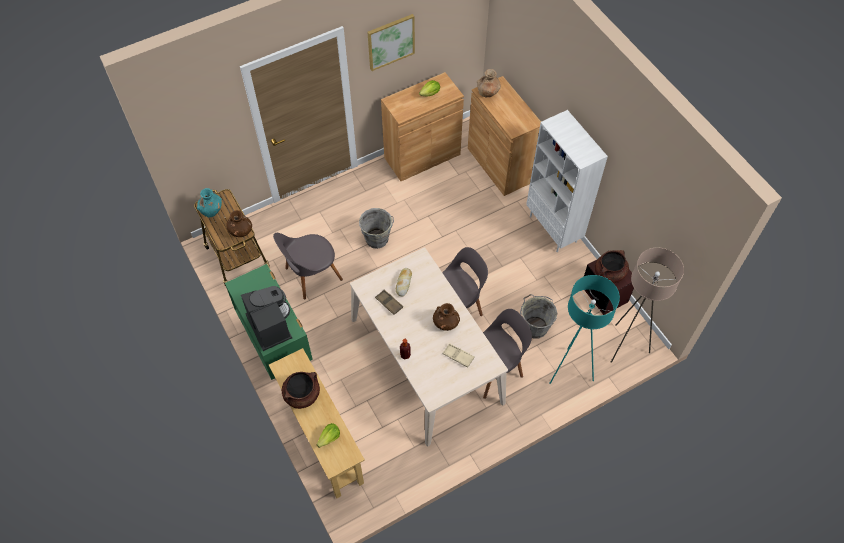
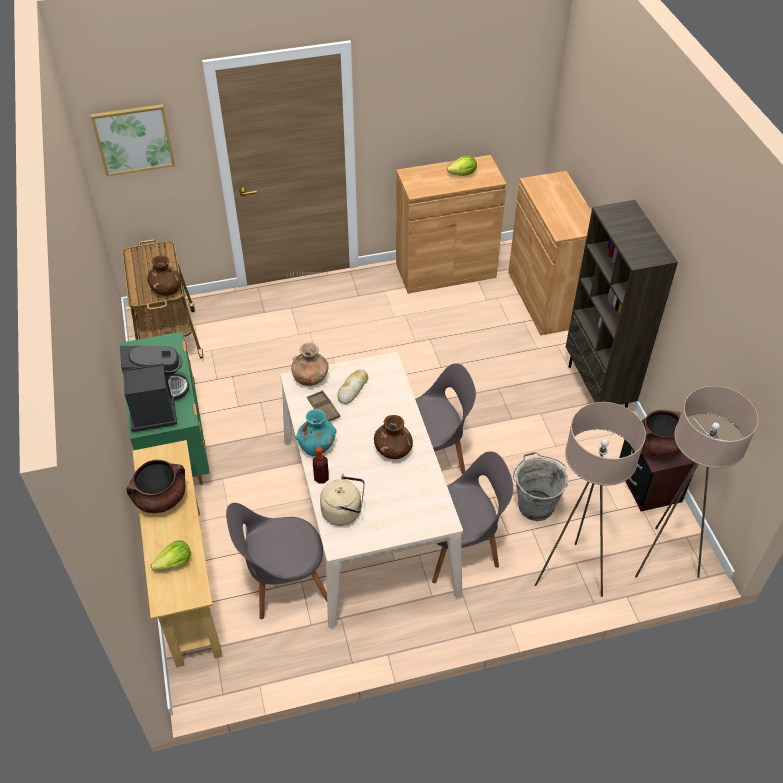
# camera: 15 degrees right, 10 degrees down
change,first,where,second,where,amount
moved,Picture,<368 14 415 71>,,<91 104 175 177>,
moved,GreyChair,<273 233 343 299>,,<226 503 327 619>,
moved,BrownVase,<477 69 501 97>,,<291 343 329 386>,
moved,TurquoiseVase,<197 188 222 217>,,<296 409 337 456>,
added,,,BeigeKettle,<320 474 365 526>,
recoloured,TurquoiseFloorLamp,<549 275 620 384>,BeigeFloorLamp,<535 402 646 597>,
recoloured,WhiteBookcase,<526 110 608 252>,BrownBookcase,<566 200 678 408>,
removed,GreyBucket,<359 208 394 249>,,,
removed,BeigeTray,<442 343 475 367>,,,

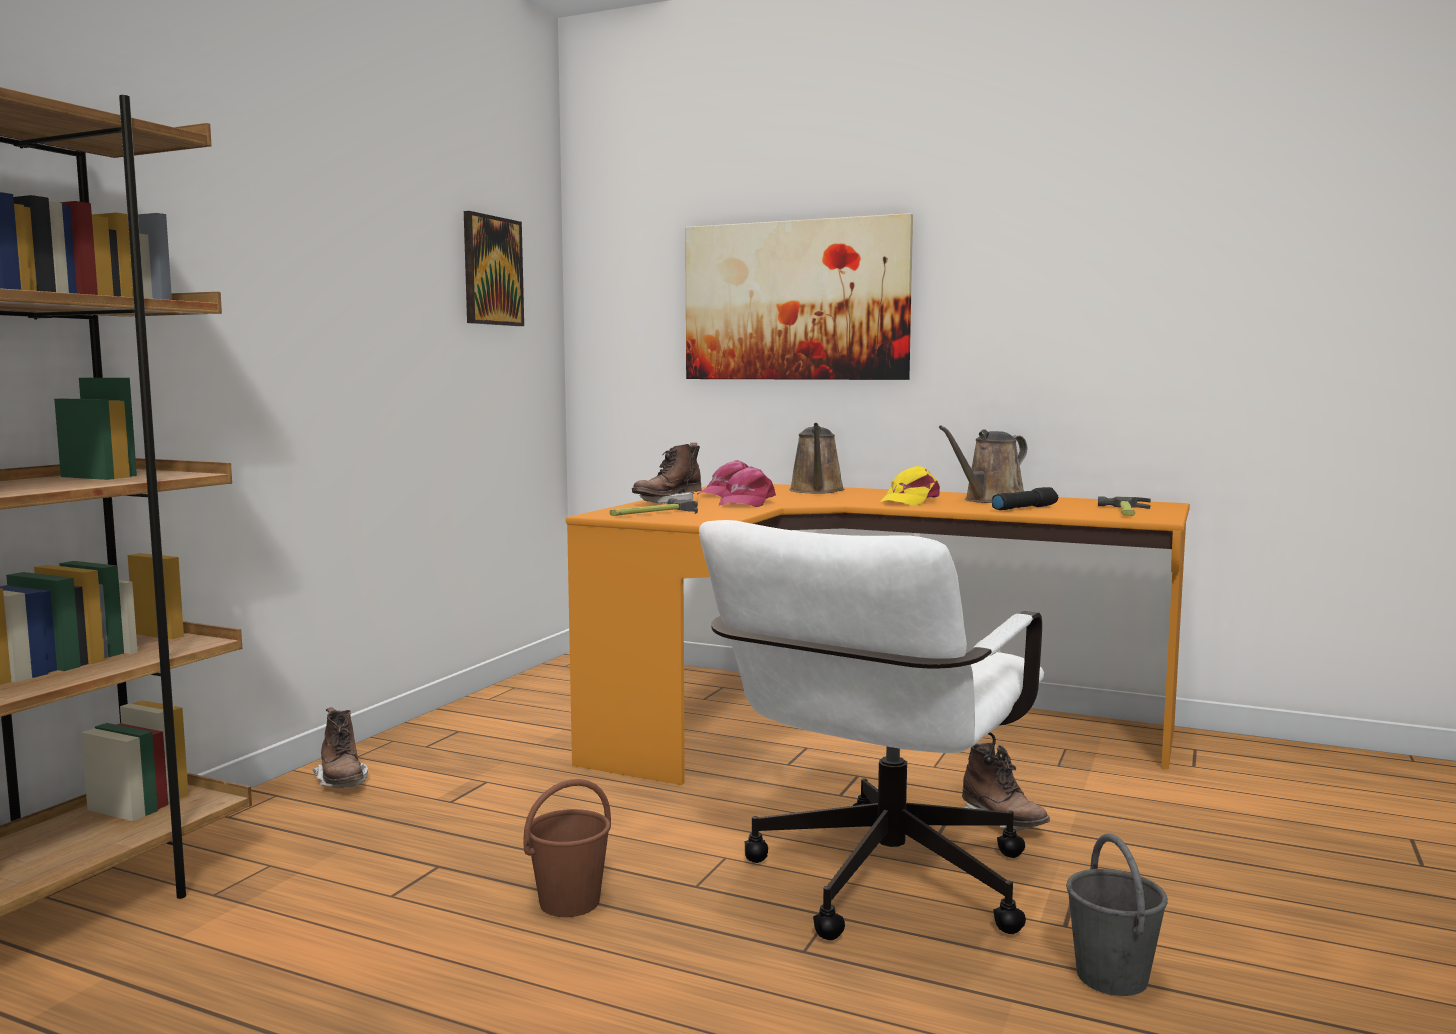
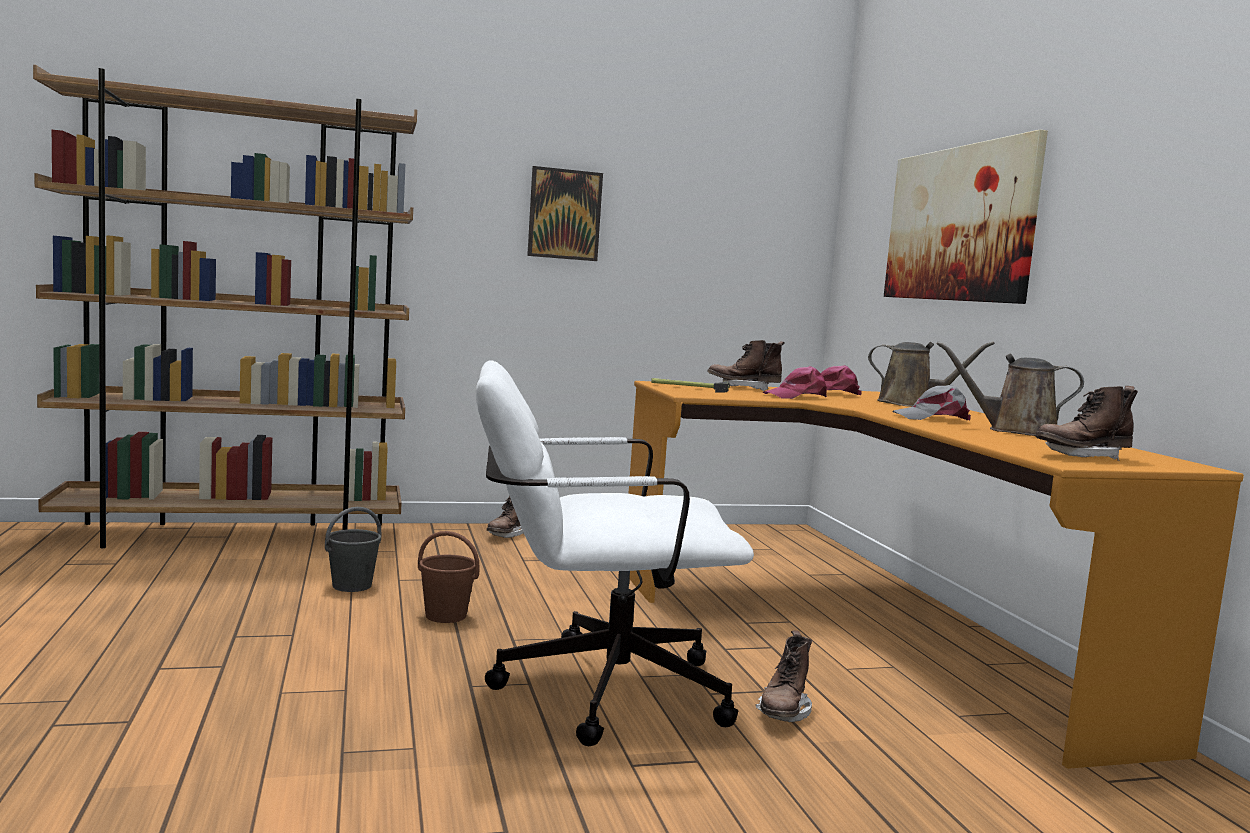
# camera: 50 degrees right, 0 degrees up
change,first,where,second,where,amount
moved,GreyBucket,<1066 833 1168 996>,,<325 507 381 592>,
moved,Picture,<464 211 524 326>,,<527 166 603 261>,
turned,BrownWateringCan,<789 423 845 494>,,<868 341 995 407>,120 degrees counterclockwise
recoloured,YellowCap,<880 466 940 506>,GreyCap,<892 385 971 420>,
replaced,Hammer,<1098 496 1151 516>,BrownBoot,<1035 386 1138 461>,
removed,BlackFlashlight,<992 487 1058 510>,,,

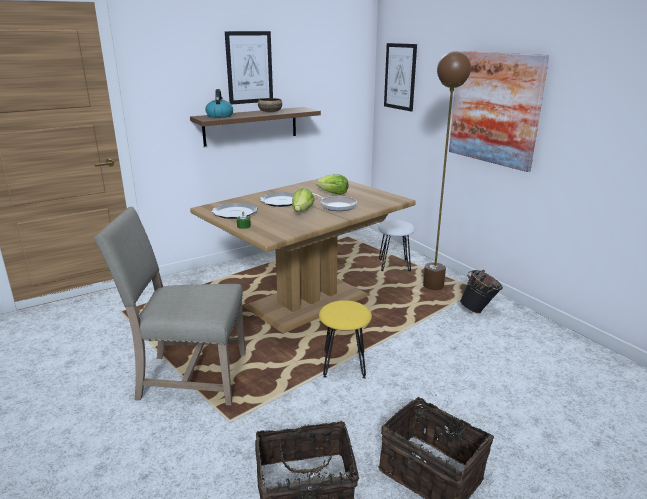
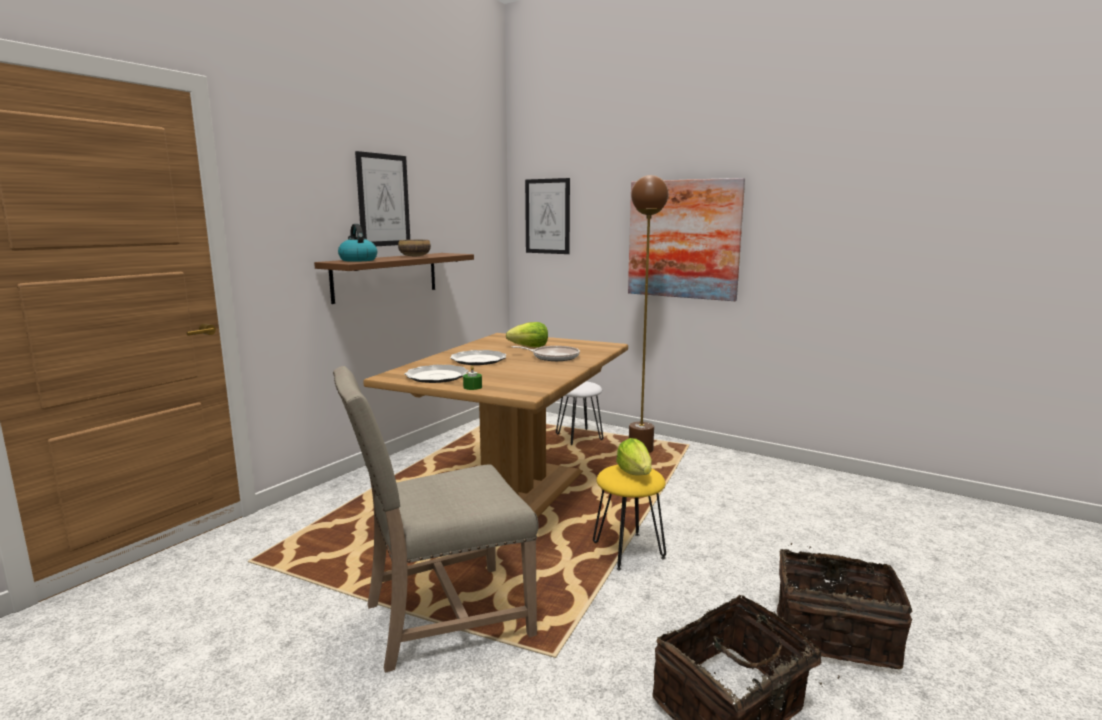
# camera: 25 degrees left, 10 degrees down
change,first,where,second,where,amount
moved,Lettuce,<292 188 315 212>,,<616 438 652 476>,
removed,BlackBucket,<460 270 503 314>,,,

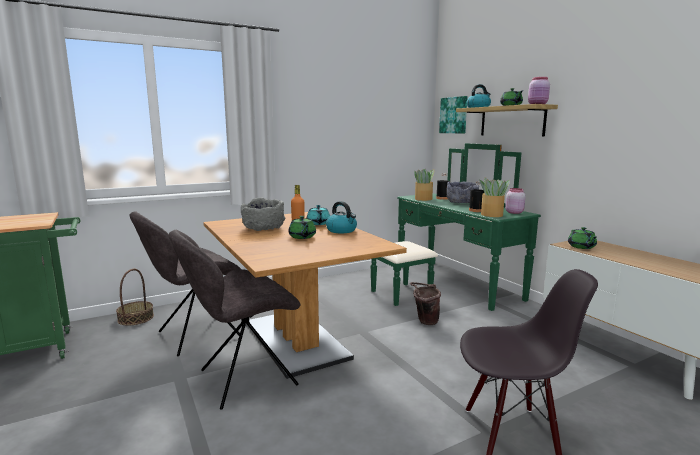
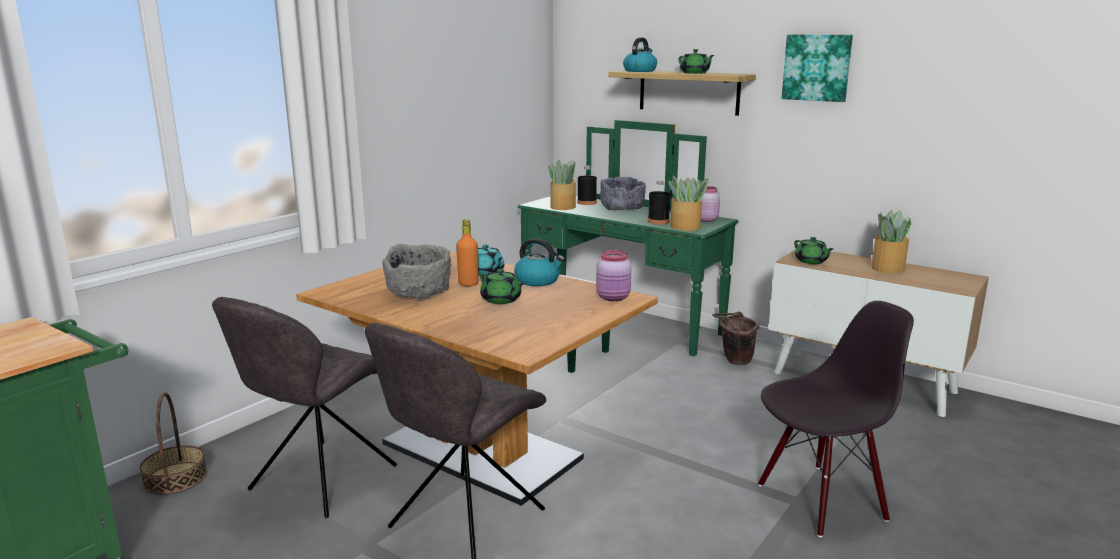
# camera: 25 degrees left, 5 degrees up
change,first,where,second,where,amount
moved,PinkJar,<528 77 550 104>,,<596 250 631 301>,
moved,BrownBucket,<410 282 441 325>,,<712 312 759 365>,
moved,Picture,<439 96 468 133>,,<781 35 853 102>,
added,,,PottedPlant,<871 210 911 273>,

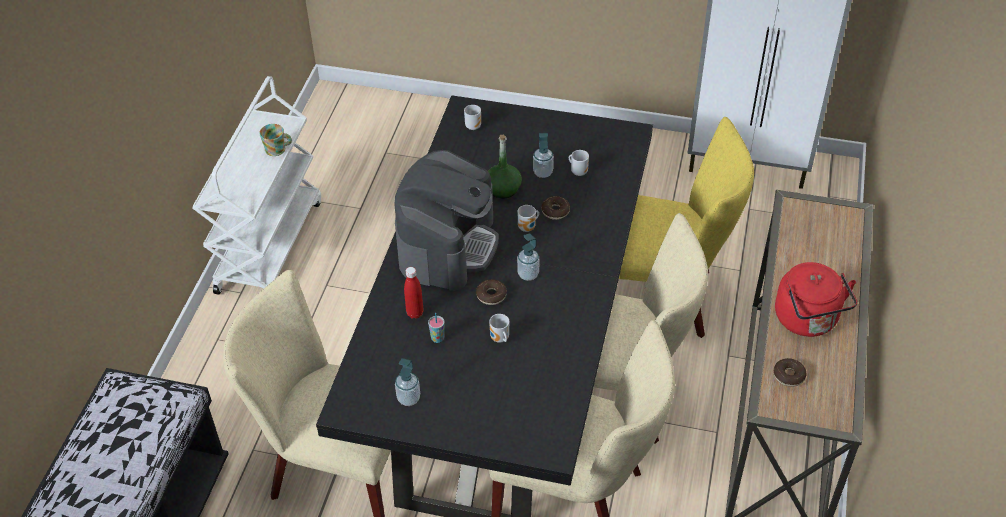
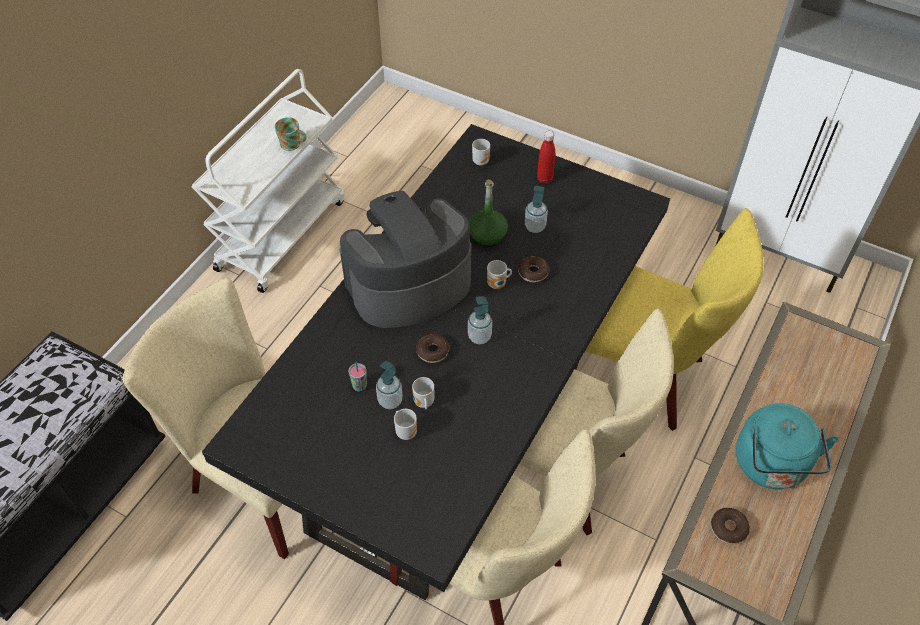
# camera: 15 degrees right, 5 degrees up
change,first,where,second,where,amount
turned,CoffeeMachine,<394 150 499 291>,,<340 191 471 328>,150 degrees counterclockwise
moved,SoapDispenser,<395 358 420 406>,,<376 360 402 409>,
moved,Mug,<569 150 589 176>,,<394 409 417 440>,
moved,RedBottle,<404 267 424 319>,,<537 131 555 184>,
recoloured,RedKettle,<775 262 858 337>,TurquoiseKettle,<736 403 838 490>,

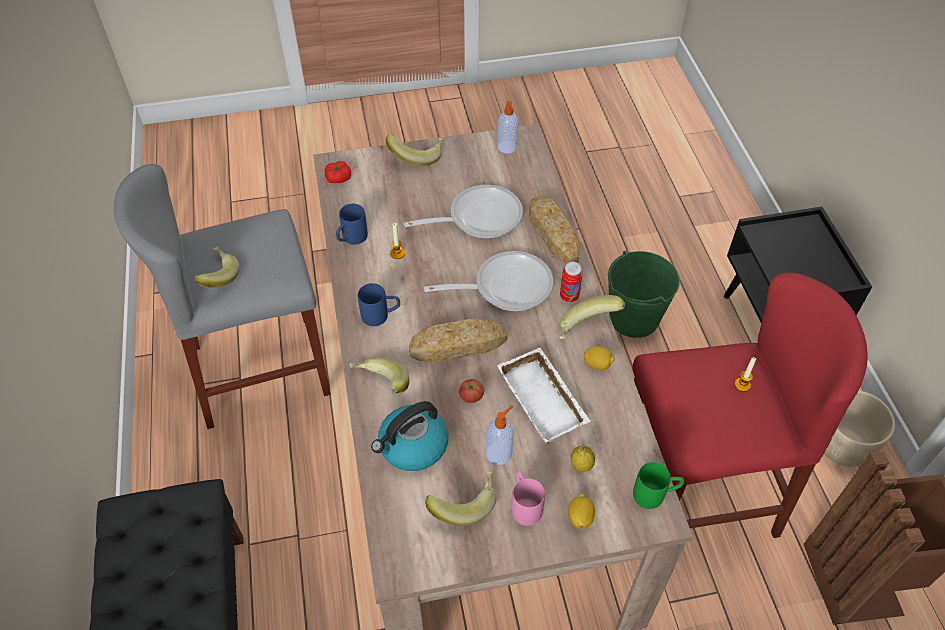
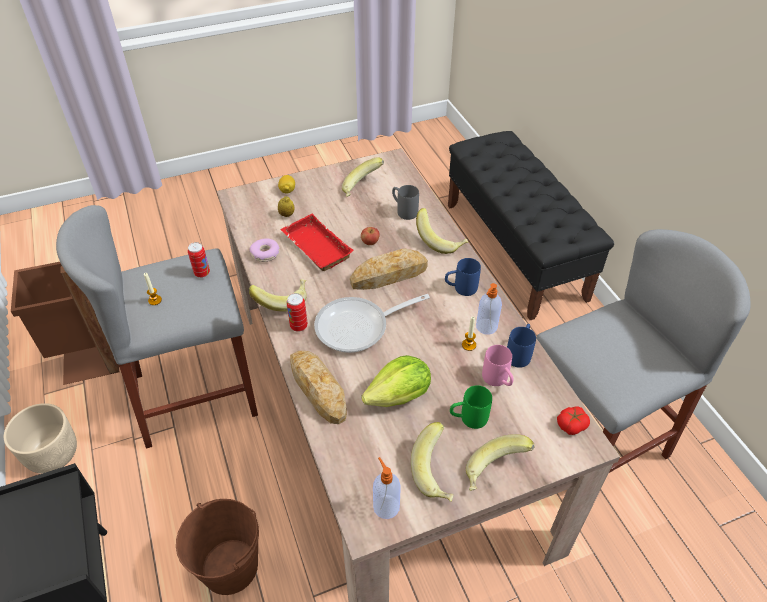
# camera: 170 degrees right, 5 degrees down
change,first,where,second,where,amount
recoloured,RedStool,<633 272 868 538>,GreyStool,<56 205 258 449>,
recoloured,GreenBucket,<608 251 680 338>,BrownBucket,<176 499 259 595>,
added,,,Can,<188 242 210 278>,
added,,,Donut,<249 238 280 262>,
recoloured,WhiteTray,<497 348 591 444>,RedTray,<281 214 354 271>,
replaced,FryingPan,<403 185 523 238>,Lettuce,<361 355 431 407>,
replaced,Kettle,<371 401 448 471>,GreyMug,<392 185 419 220>,
moved,Banana,<194 247 239 288>,,<411 422 454 502>,
moved,GreenMug,<633 462 684 509>,,<450 385 492 429>,
moved,SoapDispenser,<486 406 514 465>,,<476 283 502 335>,
moved,PinkMug,<511 470 545 526>,,<482 345 513 386>,
removed,Lemon,<584 346 615 370>,,,

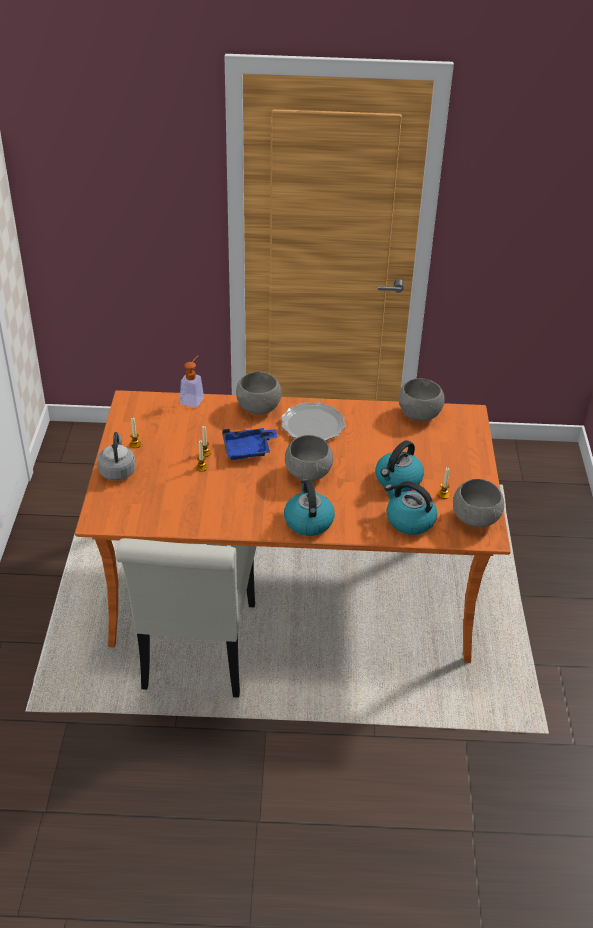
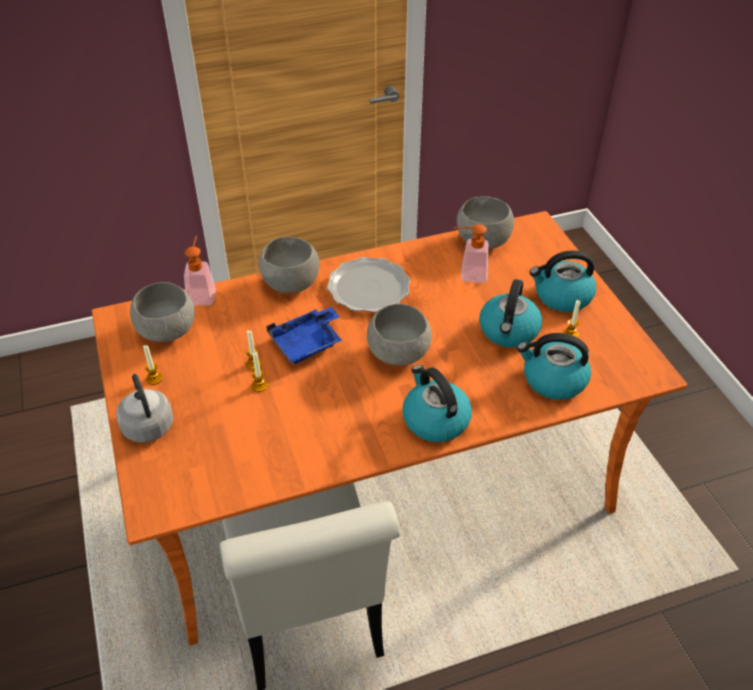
# camera: 20 degrees left, 5 degrees up
change,first,where,second,where,amount
moved,GreyBowl,<453 479 504 527>,,<130 282 195 342>,
added,,,SoapDispenser,<454 224 488 283>,
added,,,Kettle,<530 250 596 312>,

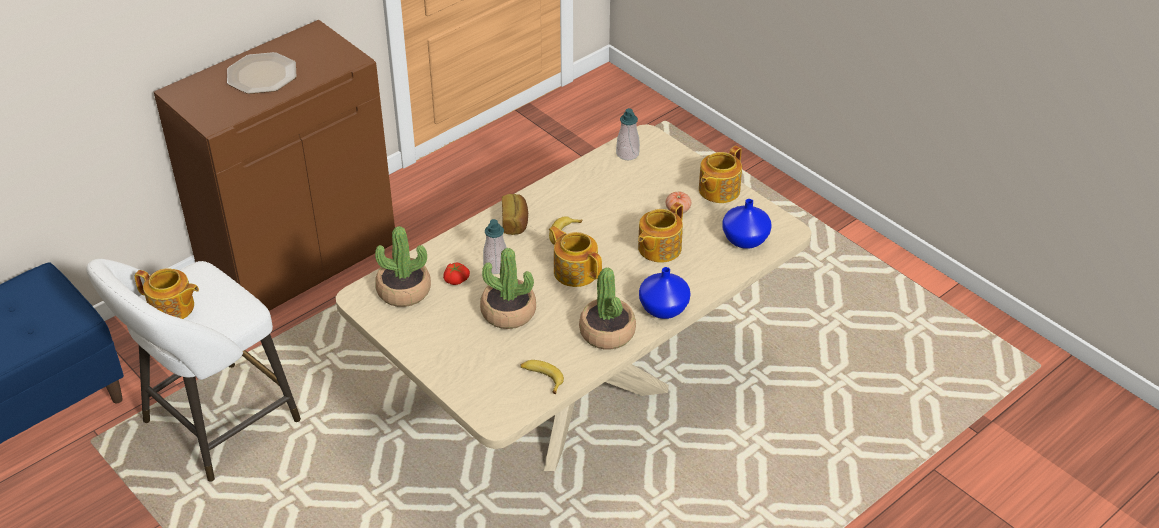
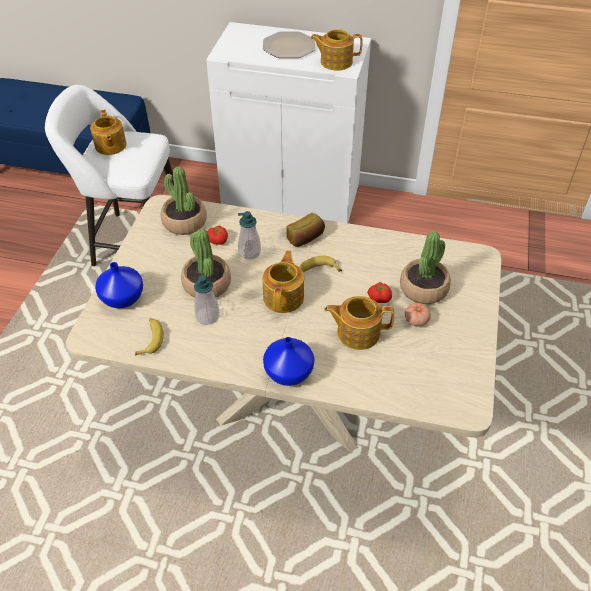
# camera: 55 degrees right, 5 degrees up
change,first,where,second,where,amount
moved,BlueVase,<722 199 772 249>,,<95 262 143 308>,
moved,SoapDispenser,<616 108 640 161>,,<194 275 219 325>,
recoloured,BrownCabinet,<154 20 395 311>,WhiteCabinet,<206 22 371 223>,
moved,Teapot,<699 146 742 203>,,<310 29 362 71>,
added,,,Tomato,<367 282 392 303>,
moved,PottedPlant,<579 268 636 349>,,<400 231 451 304>,

